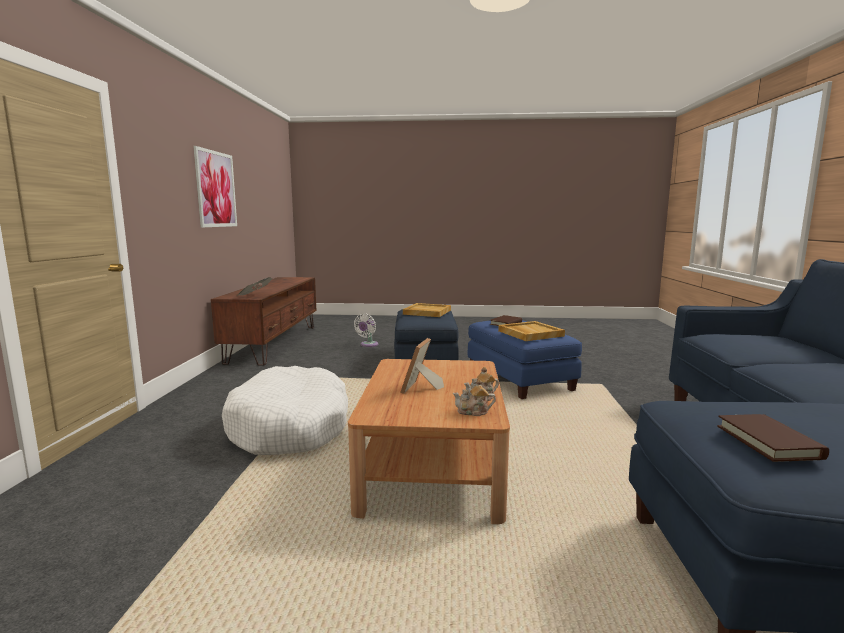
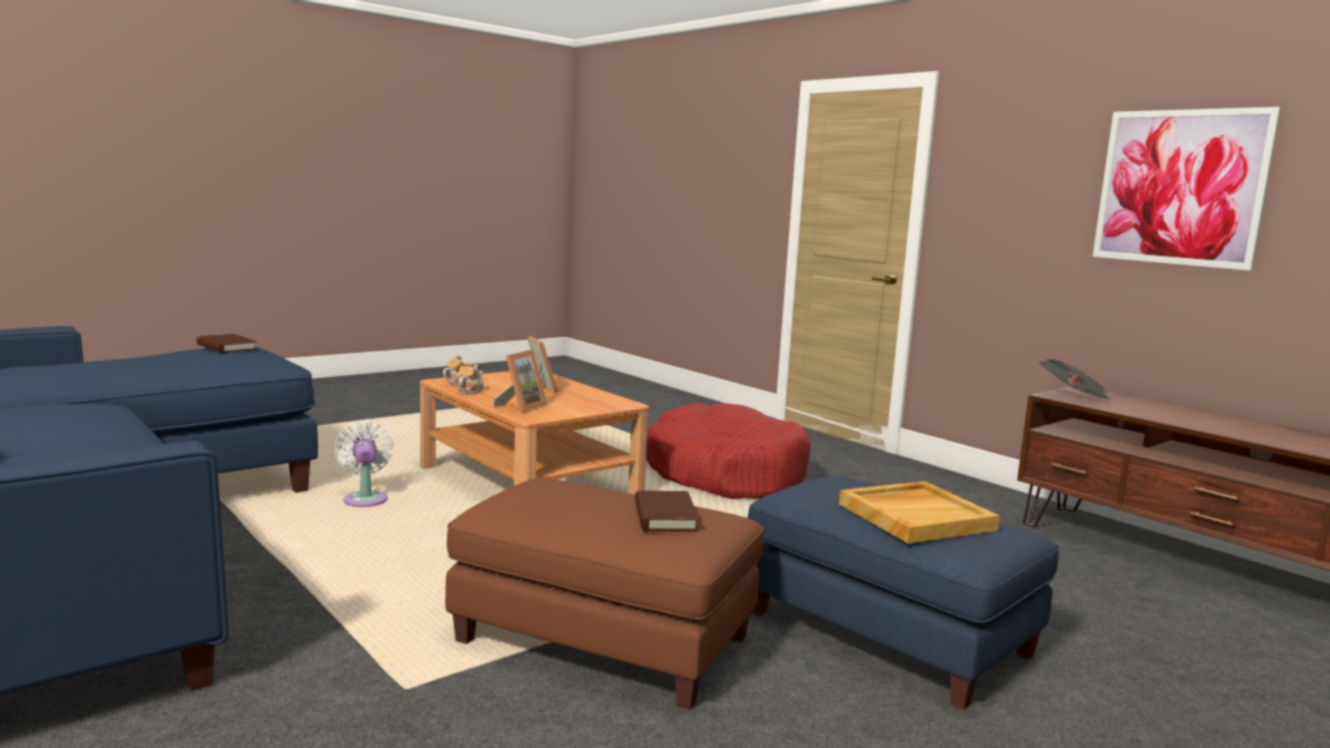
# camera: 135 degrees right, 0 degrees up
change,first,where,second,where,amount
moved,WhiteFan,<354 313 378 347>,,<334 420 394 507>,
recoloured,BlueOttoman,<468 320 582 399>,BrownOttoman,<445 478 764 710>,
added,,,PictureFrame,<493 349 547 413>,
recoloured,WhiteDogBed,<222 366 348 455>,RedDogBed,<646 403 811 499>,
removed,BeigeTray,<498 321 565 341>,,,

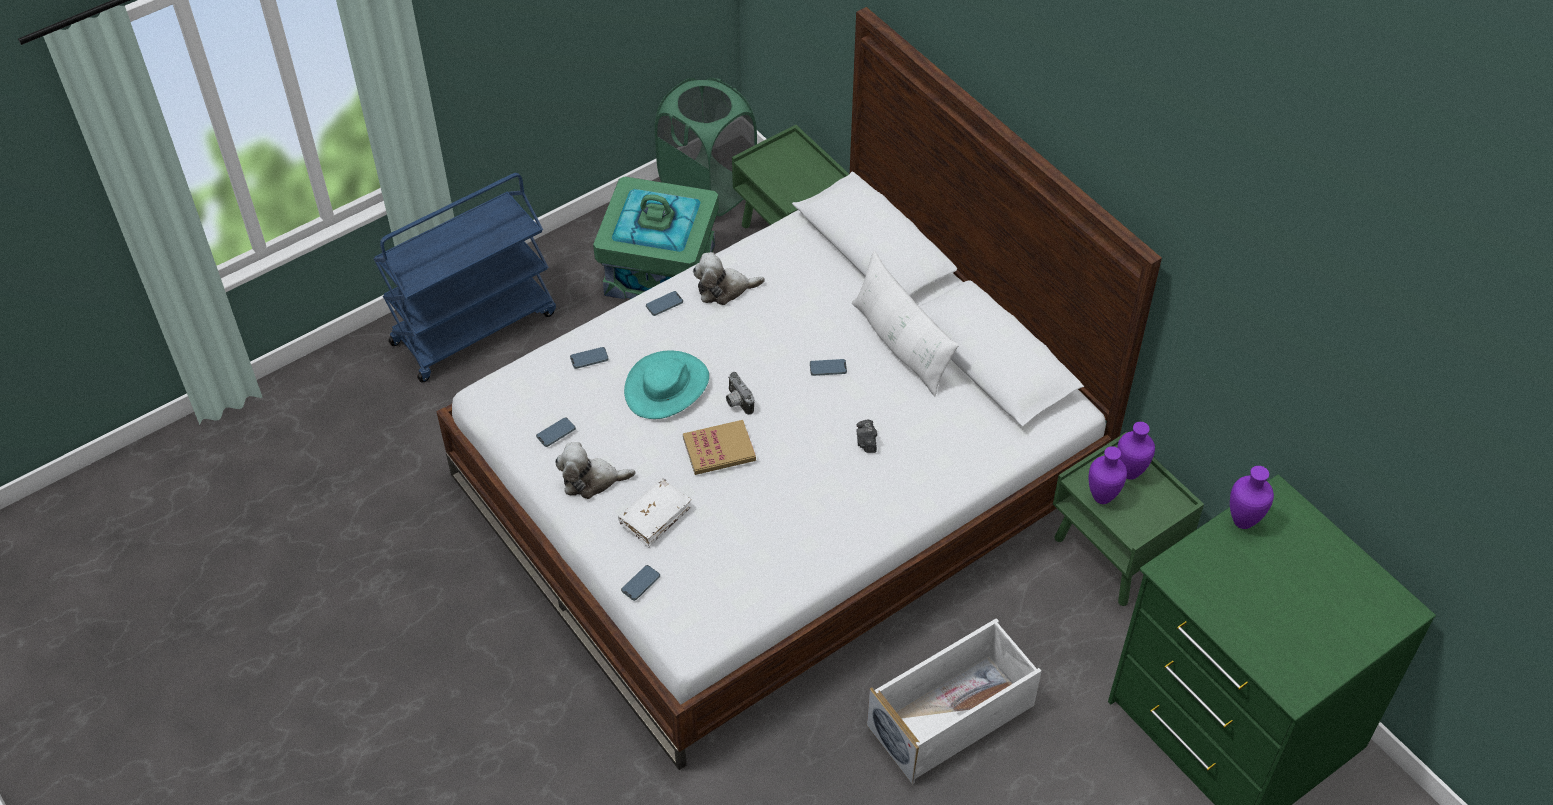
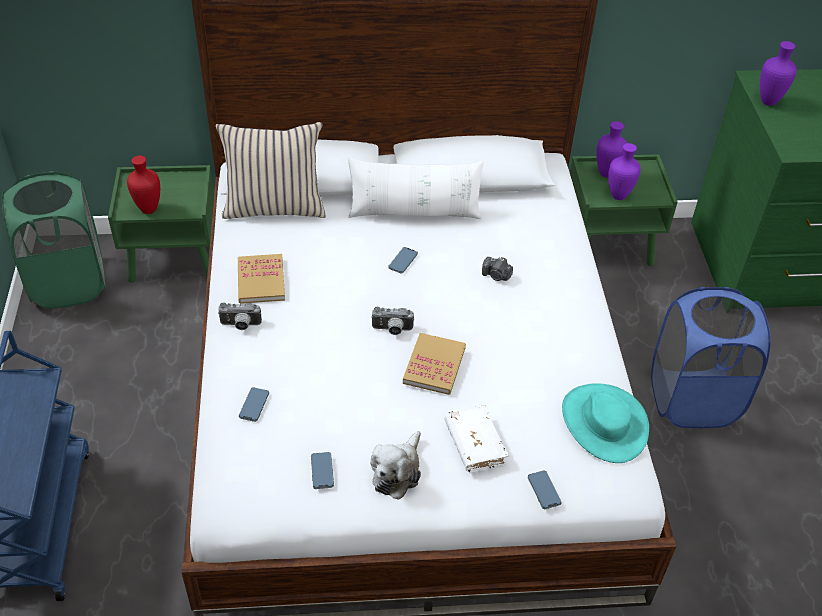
# camera: 60 degrees left, 5 degrees down
change,first,where,second,where,amount
added,,,RedVase,<127 155 160 214>,
added,,,BeigePillow,<216 122 326 219>,
replaced,Phone,<646 291 683 316>,PhotoCamera,<218 302 262 330>,
replaced,PlushToy,<693 252 765 305>,Book,<238 254 285 304>,
moved,TurquoiseHat,<624 350 709 419>,,<562 383 649 463>,
replaced,WhiteStorageBox,<867 618 1042 784>,BlueLaundryBasket,<651 287 771 428>,
removed,GreenStorageBox,<593 176 719 299>,,,

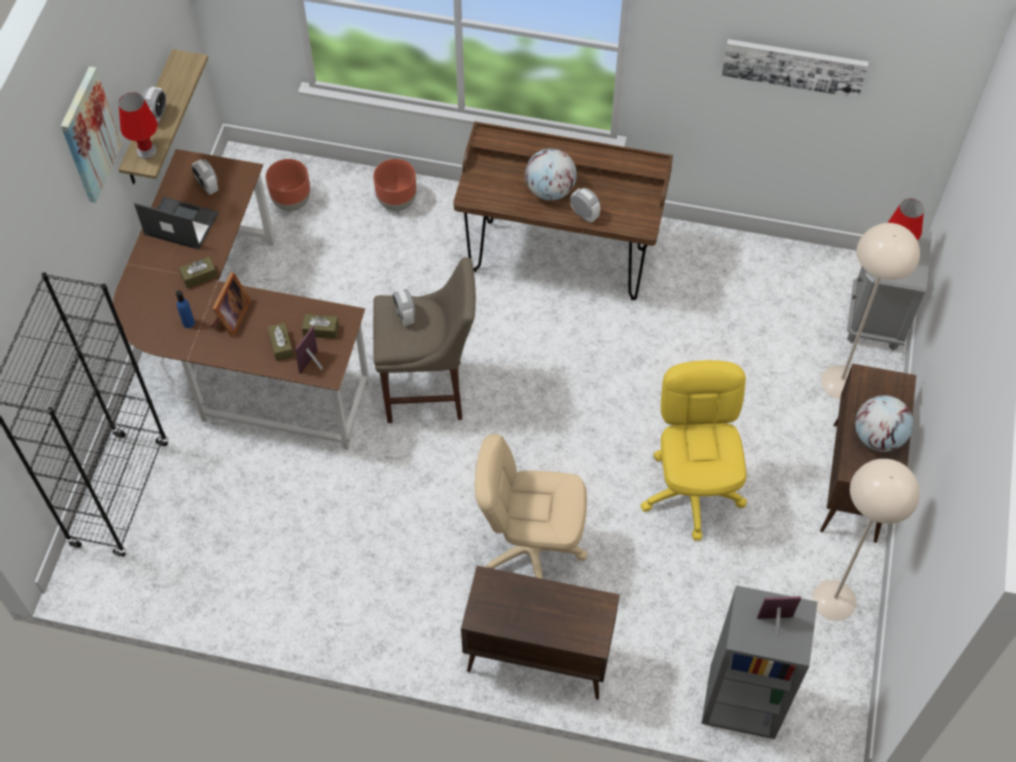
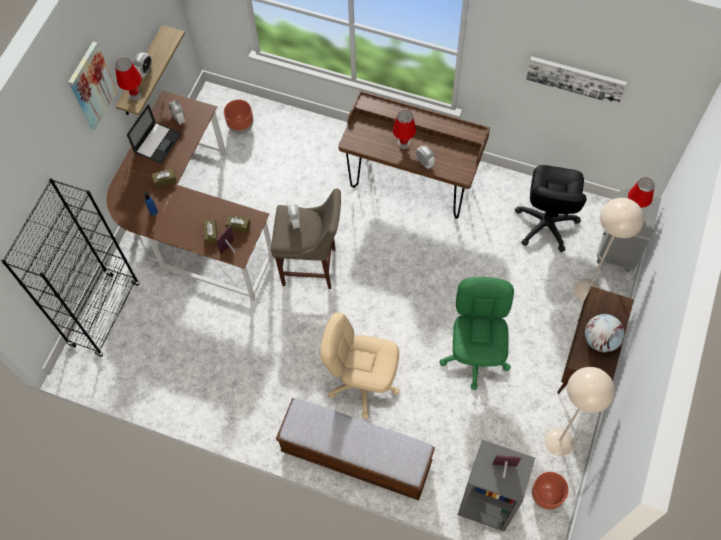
# camera: 10 degrees right, 5 degrees up
change,first,where,second,where,amount
turned,Laptop,<134 197 219 250>,,<127 104 181 164>,90 degrees clockwise
replaced,BrownCabinet,<461 566 620 699>,Bench,<276 398 435 501>,
replaced,Globe,<525 148 577 200>,RedTableLamp,<393 110 416 149>,
recoloured,YellowOfficeChair,<640 360 747 541>,GreenOfficeChair,<439 277 514 390>,
added,,,BlackOfficeChair,<515 165 587 252>,
moved,BrownPlanter,<373 159 416 211>,,<532 472 569 510>,
removed,PictureFrame,<211 272 251 337>,,,

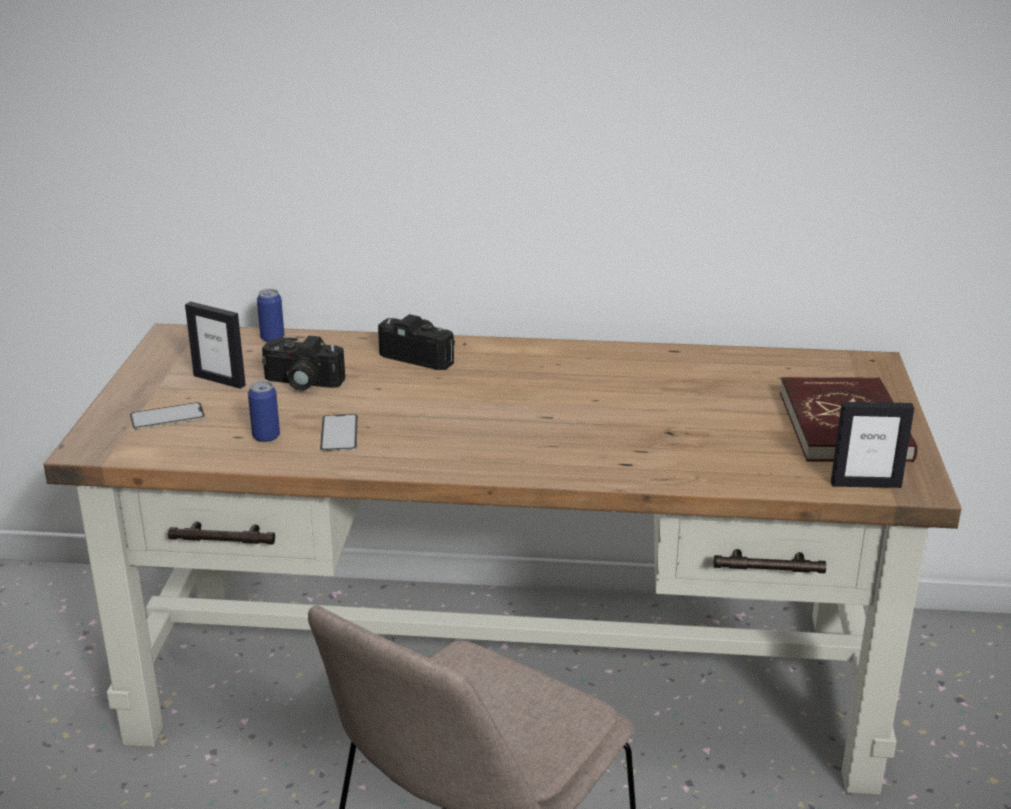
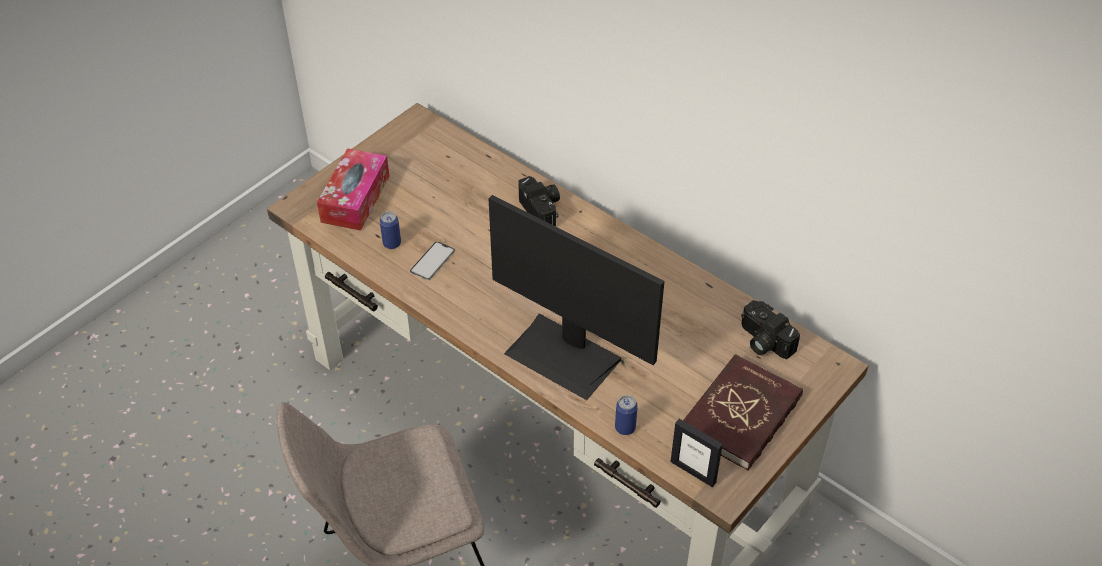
# camera: 35 degrees right, 20 degrees up
change,first,where,second,where,amount
replaced,Phone,<130 402 205 429>,TissueBox,<317 148 389 231>,
added,,,Monitor,<488 195 664 400>,
moved,Can,<257 289 284 342>,,<615 395 638 435>,
moved,PhotoCamera,<262 336 345 391>,,<741 300 800 359>,
removed,PictureFrame,<185 301 246 389>,,,

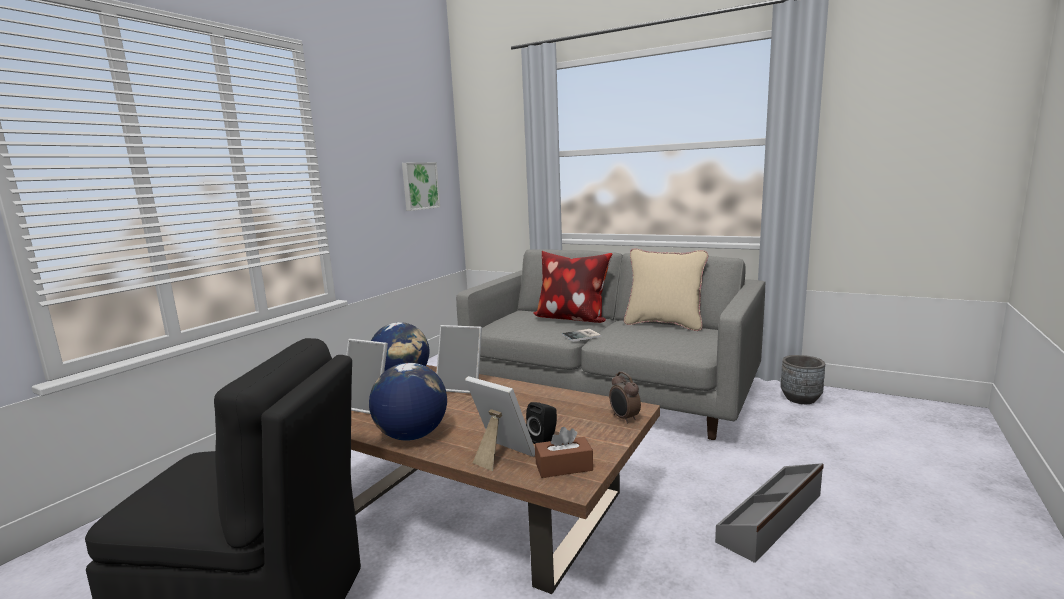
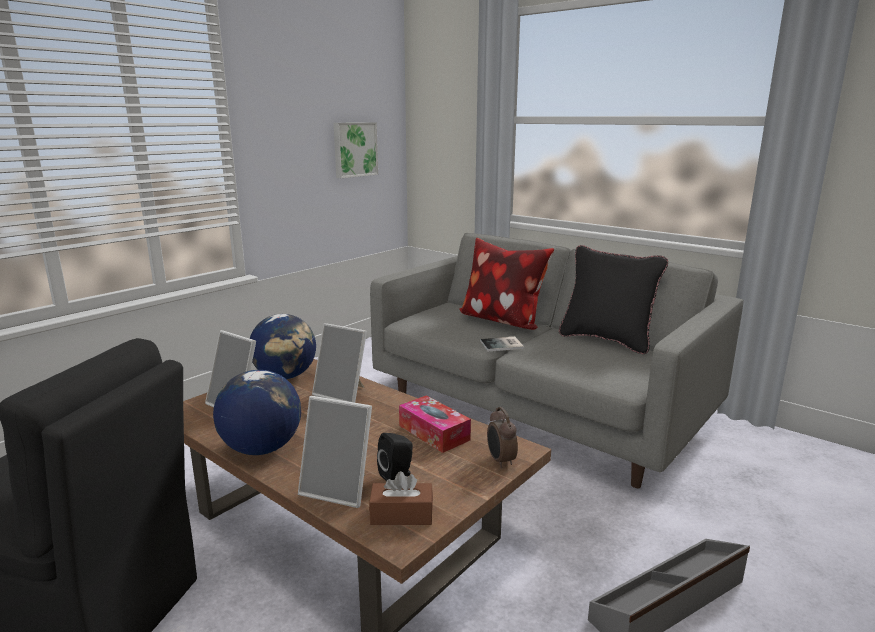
# camera: 10 degrees right, 5 degrees up
change,first,where,second,where,amount
turned,PictureFrame,<465 376 535 471>,,<298 396 372 508>,150 degrees clockwise
added,,,TissueBox,<399 395 471 453>,
recoloured,BeigePillow,<624 248 708 331>,BlackPillow,<559 245 668 354>,
removed,GreyPlanter,<781 355 825 404>,,,

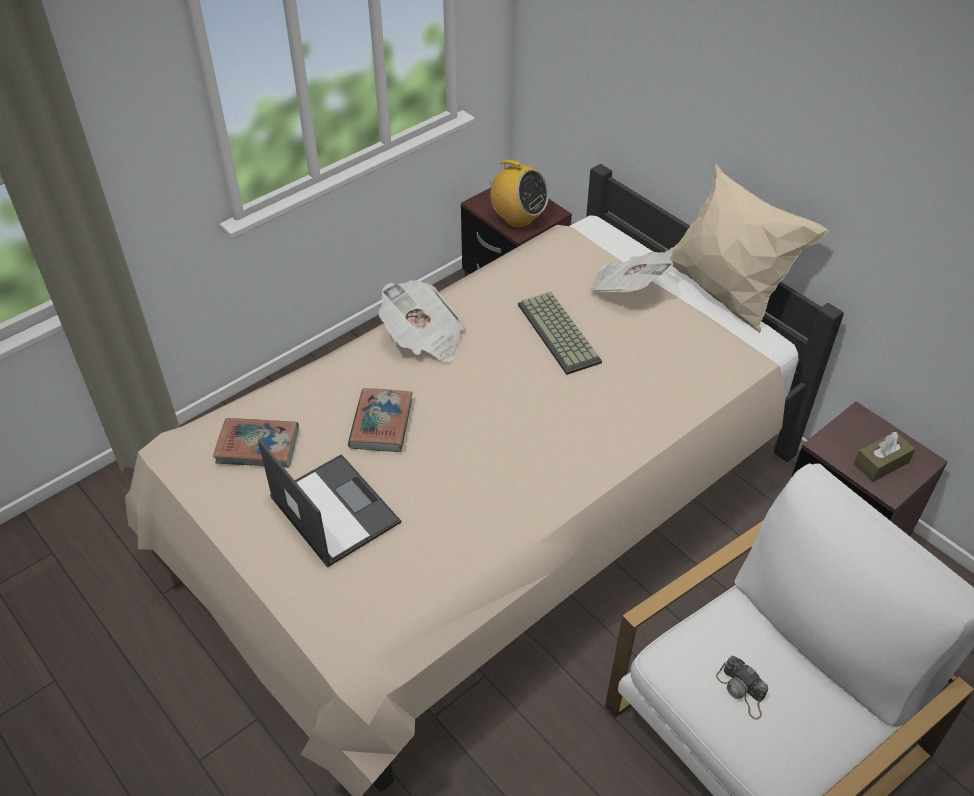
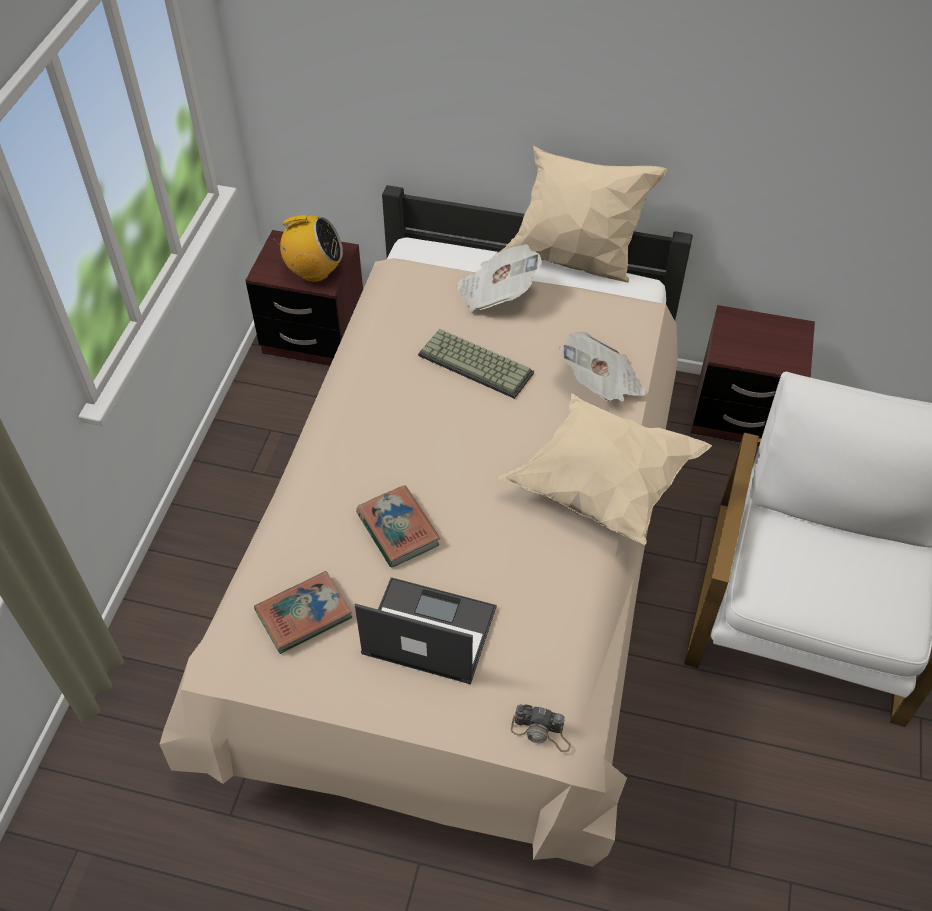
# camera: 35 degrees left, 5 degrees up
change,first,where,second,where,amount
added,,,BeigePillow,<498 393 712 545>,
moved,PhotoCamera,<716 656 768 720>,,<511 704 571 752>,
moved,Newspaper,<378 280 464 363>,,<559 332 647 401>,
removed,BrownTissueBox,<854 431 915 482>,,,

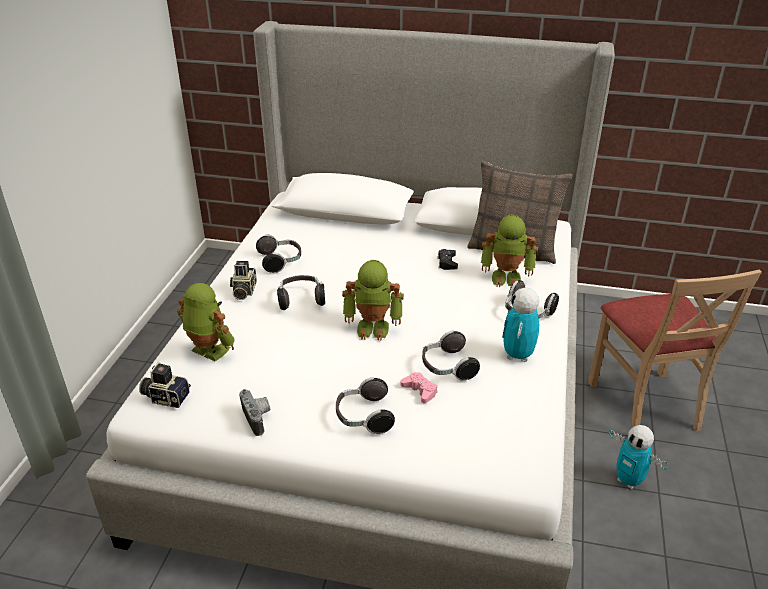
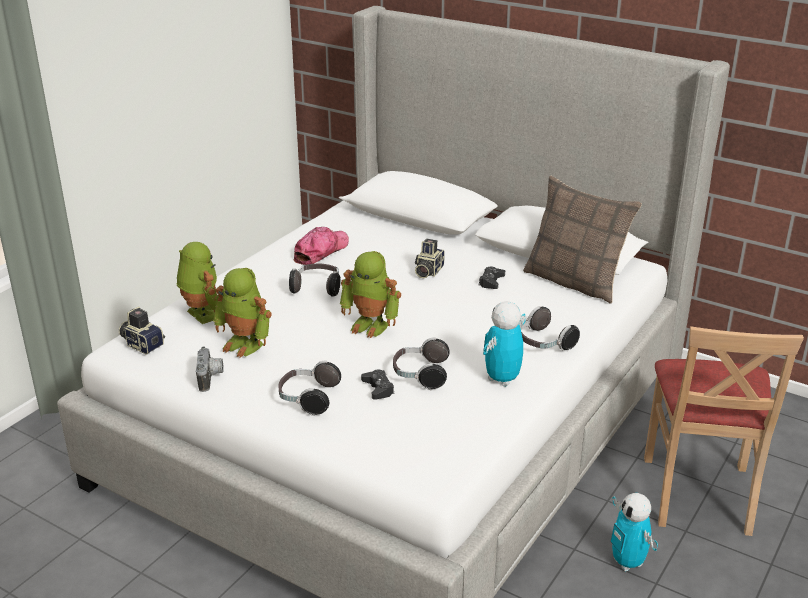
# camera: 20 degrees right, 5 degrees down
change,first,where,second,where,amount
moved,ToyRobot,<481 215 538 287>,,<213 268 272 358>,
replaced,Headphones,<256 235 301 274>,Cap,<293 227 349 265>,
recoloured,PinkGameController,<401 372 437 403>,BlackGameController,<361 370 394 400>,
moved,PhotoCamera,<230 261 257 300>,,<415 239 445 278>,

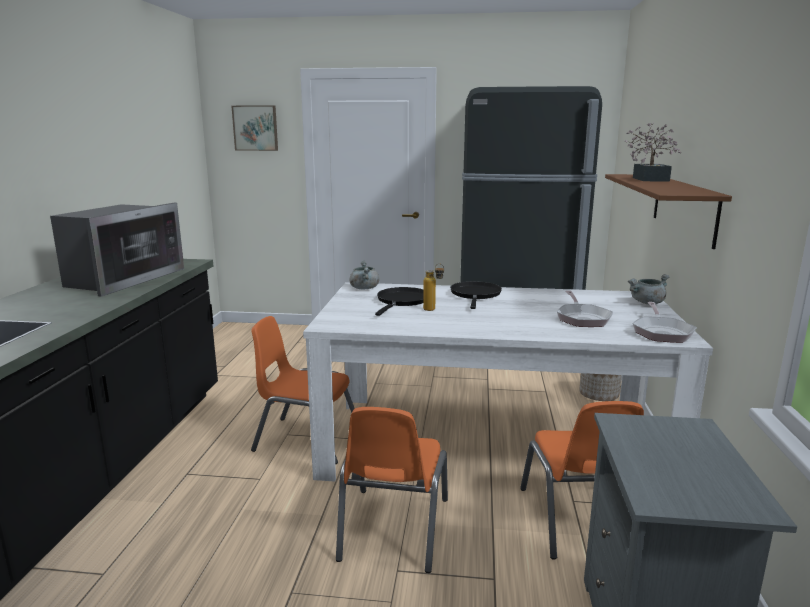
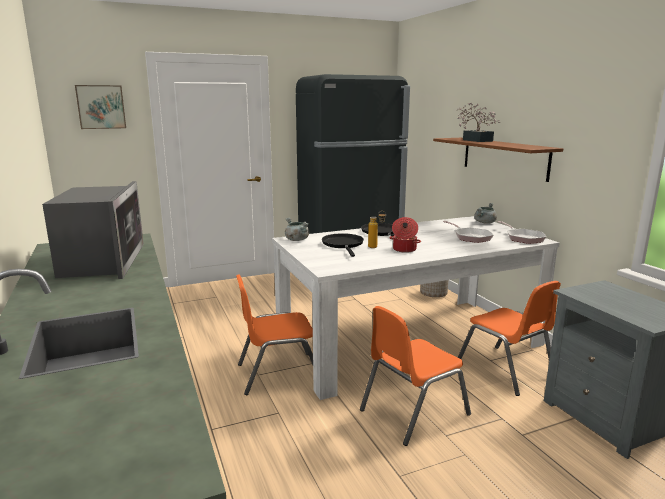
# camera: 30 degrees left, 0 degrees up
change,first,where,second,where,amount
turned,OrangeChair,<336 407 448 573>,,<360 306 471 446>,75 degrees clockwise
added,,,CookingPot,<389 217 421 253>,

